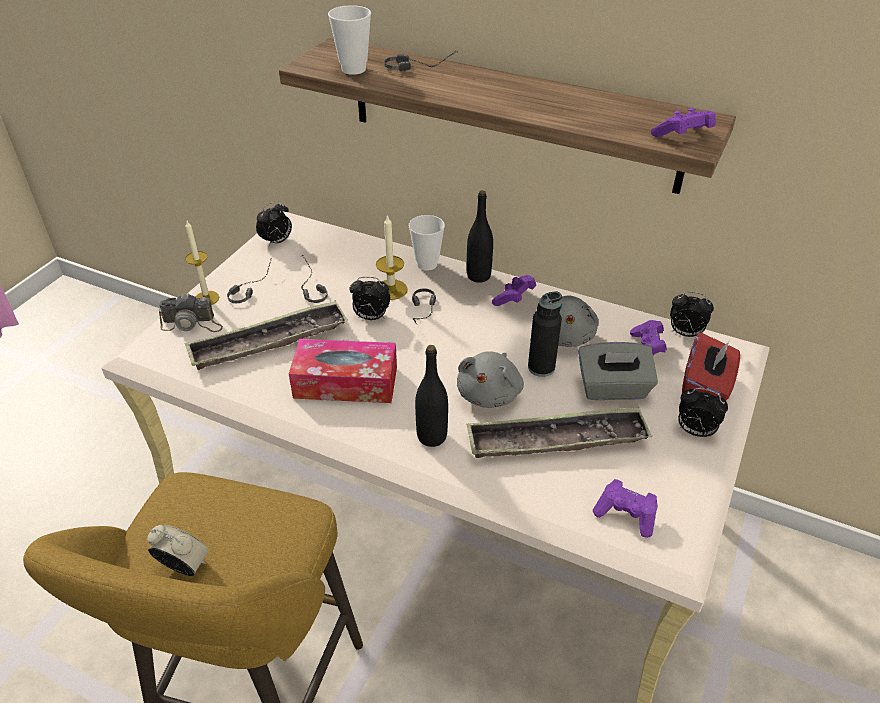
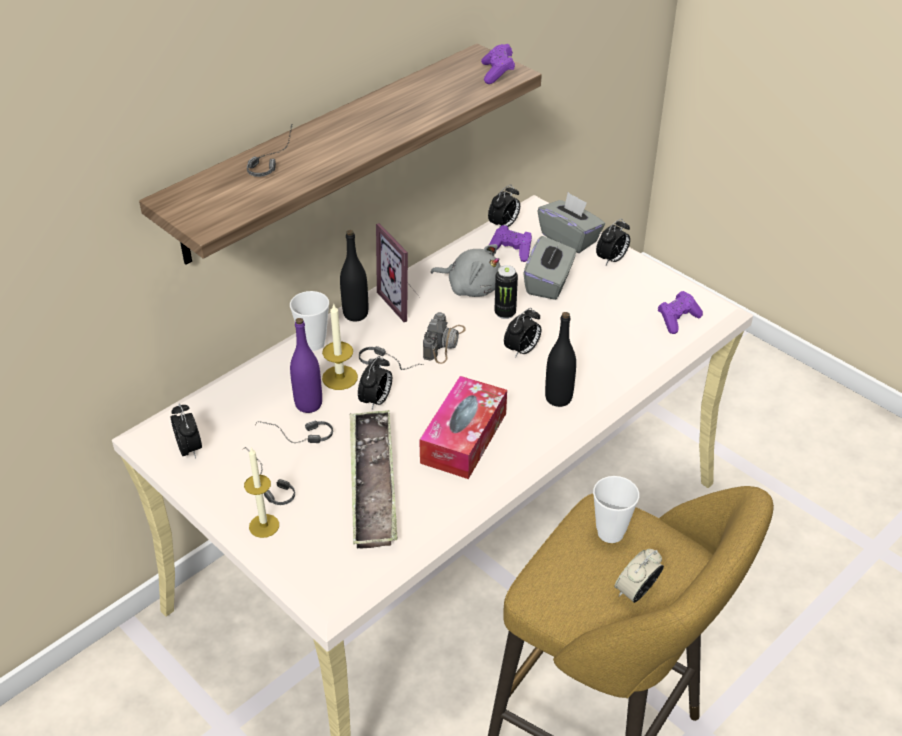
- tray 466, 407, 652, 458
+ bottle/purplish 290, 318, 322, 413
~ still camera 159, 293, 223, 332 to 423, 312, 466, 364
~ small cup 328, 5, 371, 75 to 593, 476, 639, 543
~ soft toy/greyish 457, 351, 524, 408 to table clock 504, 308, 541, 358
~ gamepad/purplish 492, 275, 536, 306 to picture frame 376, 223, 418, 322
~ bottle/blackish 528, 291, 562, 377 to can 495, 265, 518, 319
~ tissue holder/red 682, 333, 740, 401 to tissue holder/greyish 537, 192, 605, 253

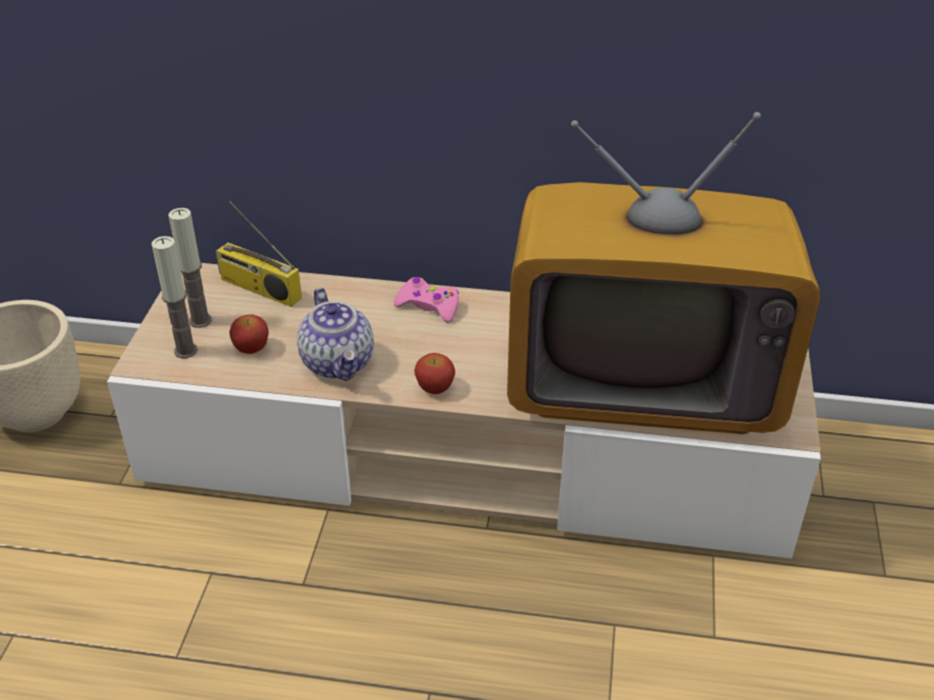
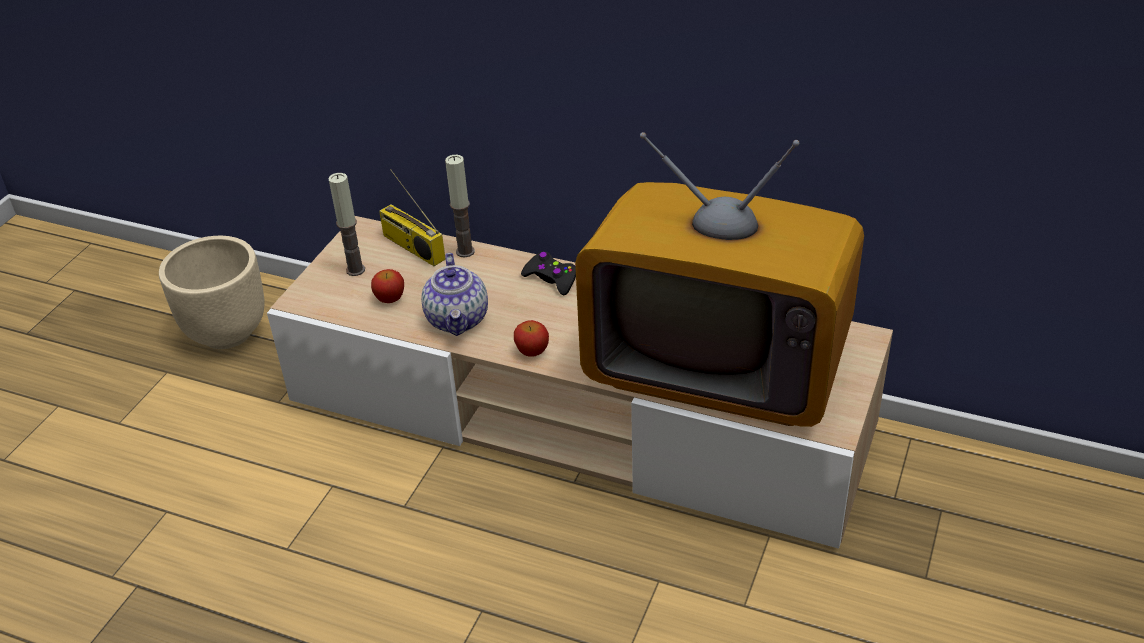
~ wax light 152, 236, 198, 358 to 445, 155, 475, 257
~ gamepad/pink-coloured 394, 277, 459, 323 to gamepad/blackish 521, 251, 576, 295

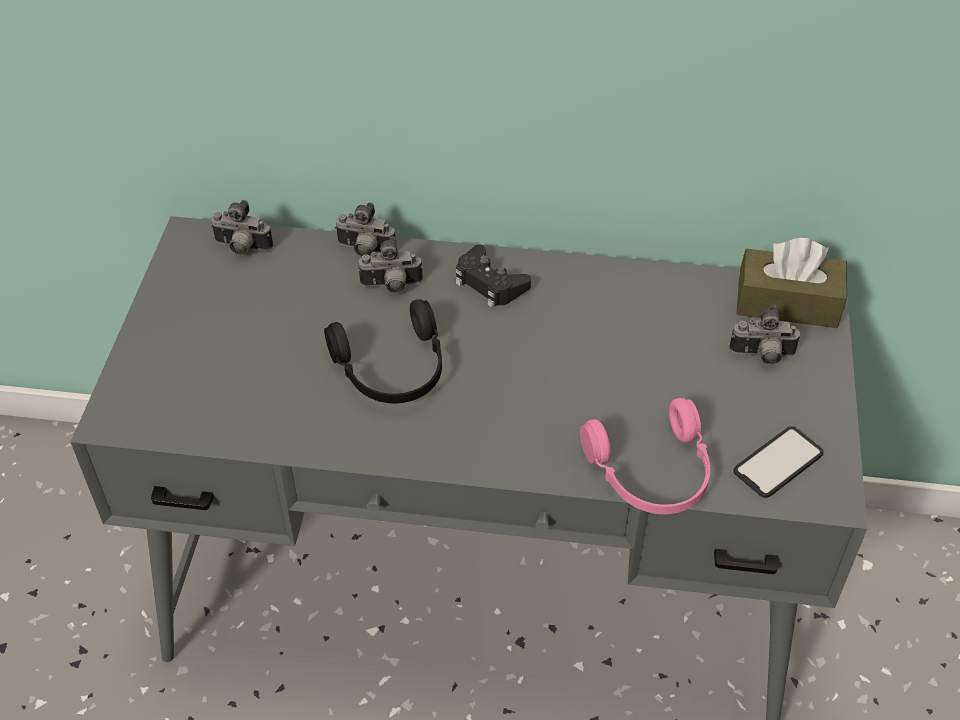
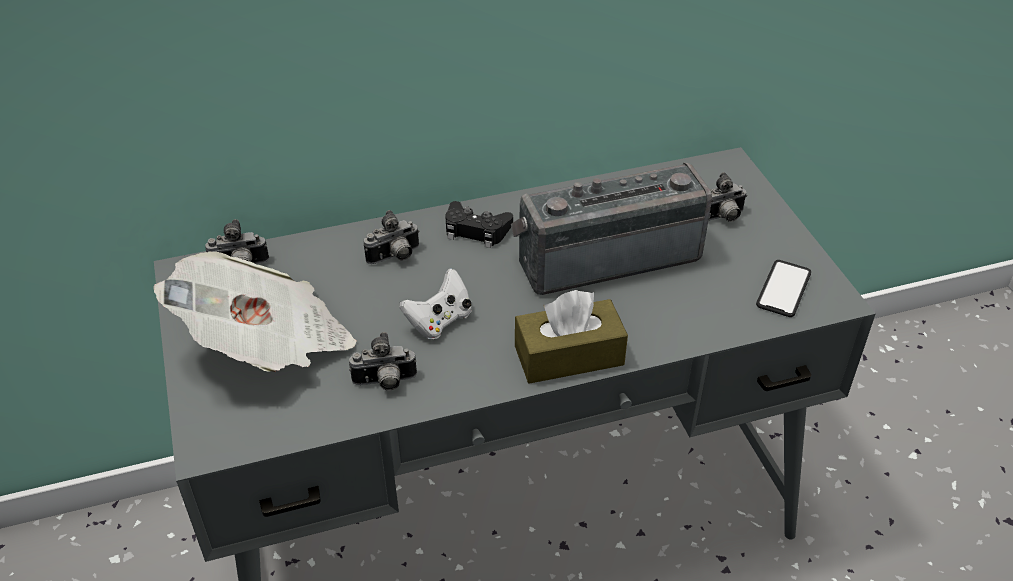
- pair of headphones/pink-coloured 580, 398, 710, 514
+ printed paper 154, 251, 357, 372
+ radio receiver 511, 163, 712, 295
~ still camera 334, 202, 395, 257 to 349, 332, 417, 390
~ tissue holder/brownish 737, 238, 847, 328 to 515, 290, 628, 384
~ pair of headphones/blackish 324, 299, 442, 404 to gamepad/white-coloured 399, 268, 472, 340

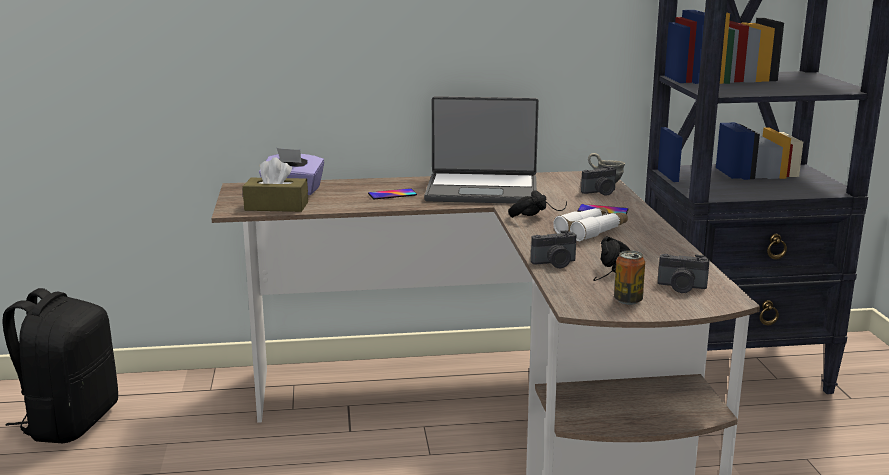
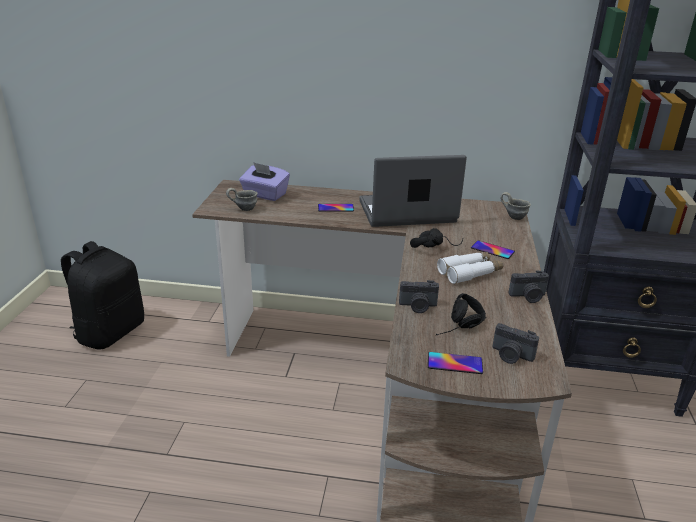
~ still camera 581, 166, 616, 196 to 509, 271, 549, 303
~ tissue holder/brownish 243, 157, 308, 212 to coffee mug/greyish 226, 188, 258, 211
~ can 614, 250, 645, 305 to phone 428, 352, 483, 374
~ laptop 424, 96, 539, 204 = 359, 155, 467, 227 150 degrees clockwise

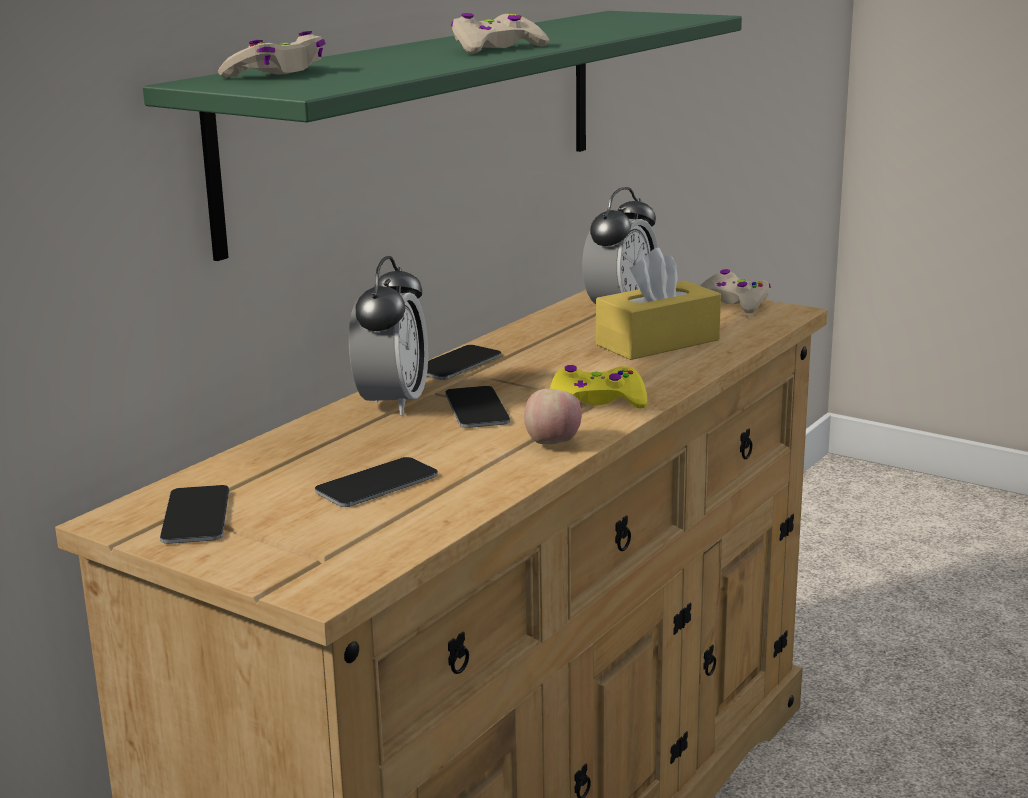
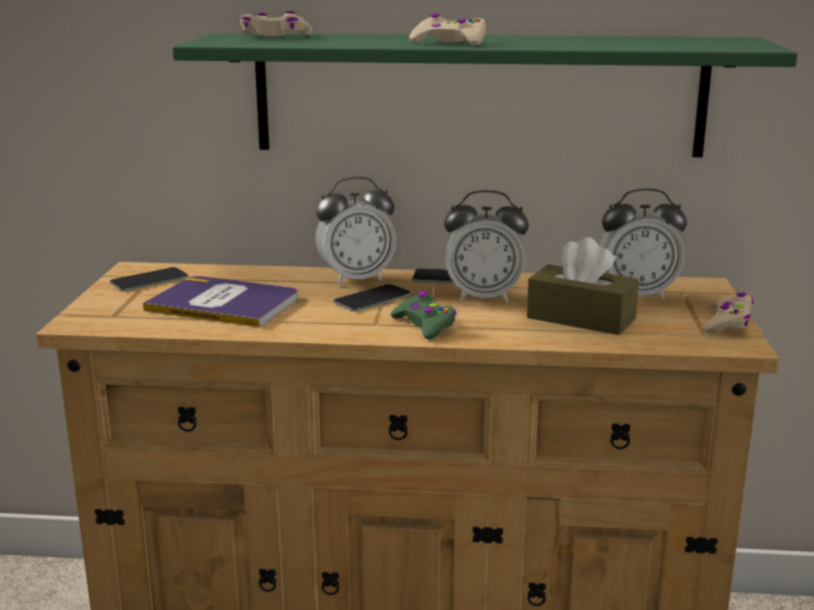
- whole apple 524, 389, 582, 444
+ table clock 444, 190, 529, 303
~ phone 315, 457, 438, 507 to volume 143, 276, 298, 327
~ gamepad/yellowish 550, 365, 647, 408 to gamepad/greenish 391, 291, 457, 339
~ tissue holder/yellowish 596, 248, 721, 360 to tissue holder/brownish 527, 237, 639, 335

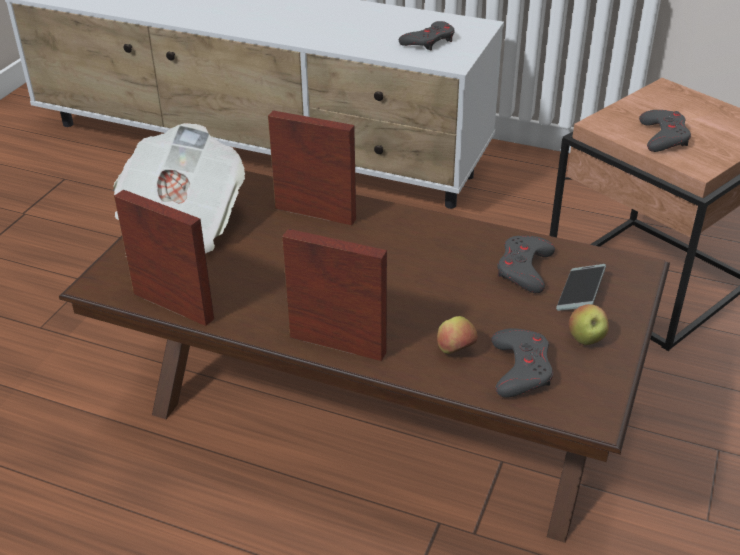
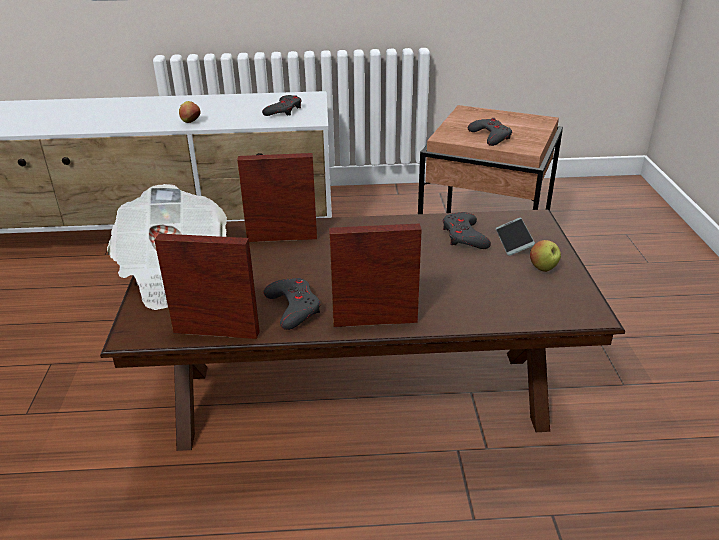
~ whole apple 437, 316, 477, 354 to 179, 101, 201, 123
~ gamepad/greyish 491, 328, 553, 398 to 264, 278, 320, 330

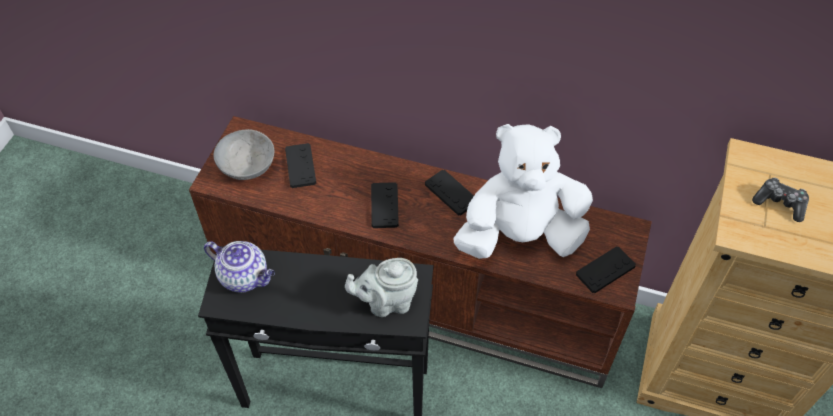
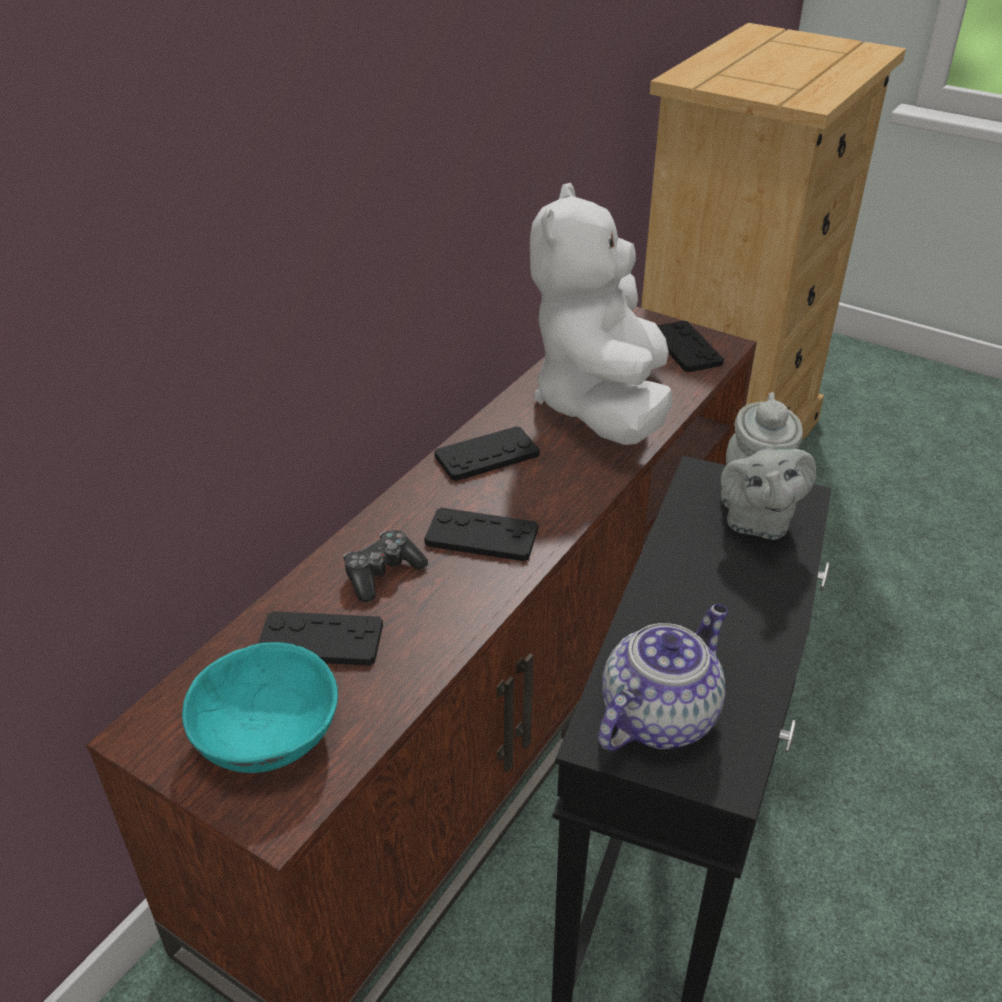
~ gamepad 752, 177, 809, 222 to 343, 530, 428, 602
~ serving bowl/greyish 214, 129, 274, 180 to serving bowl/turquoise 182, 642, 338, 773

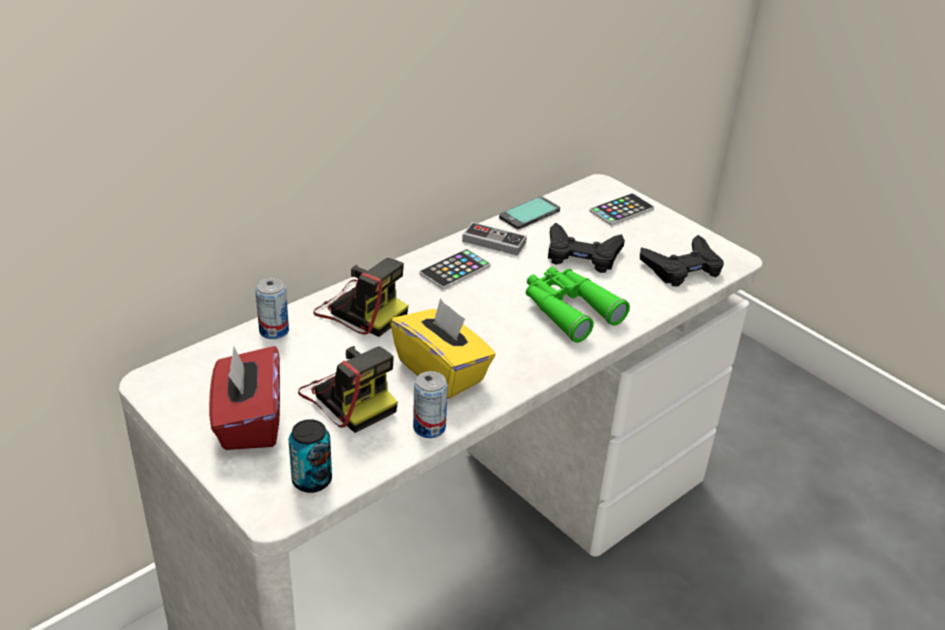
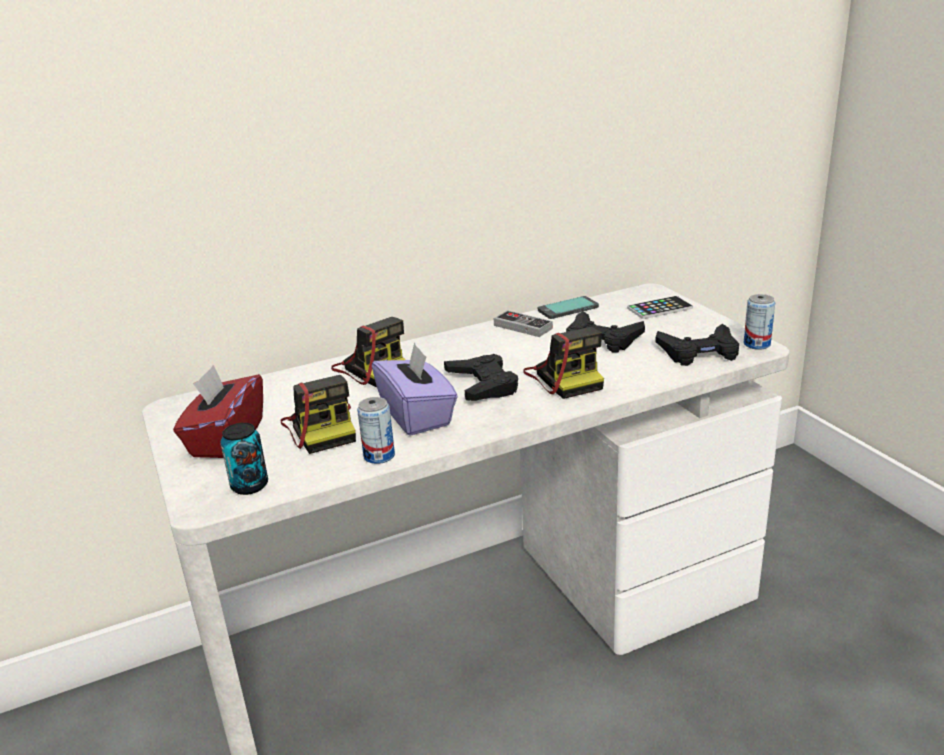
- phone 419, 249, 491, 290
+ gamepad/blackish 444, 354, 518, 401
~ can 255, 278, 289, 339 to 744, 294, 775, 350
~ pair of binoculars/greenish 526, 267, 630, 343 to still camera 523, 327, 604, 399
~ tissue holder/yellowish 390, 298, 496, 399 to tissue holder/purplish 372, 342, 458, 436

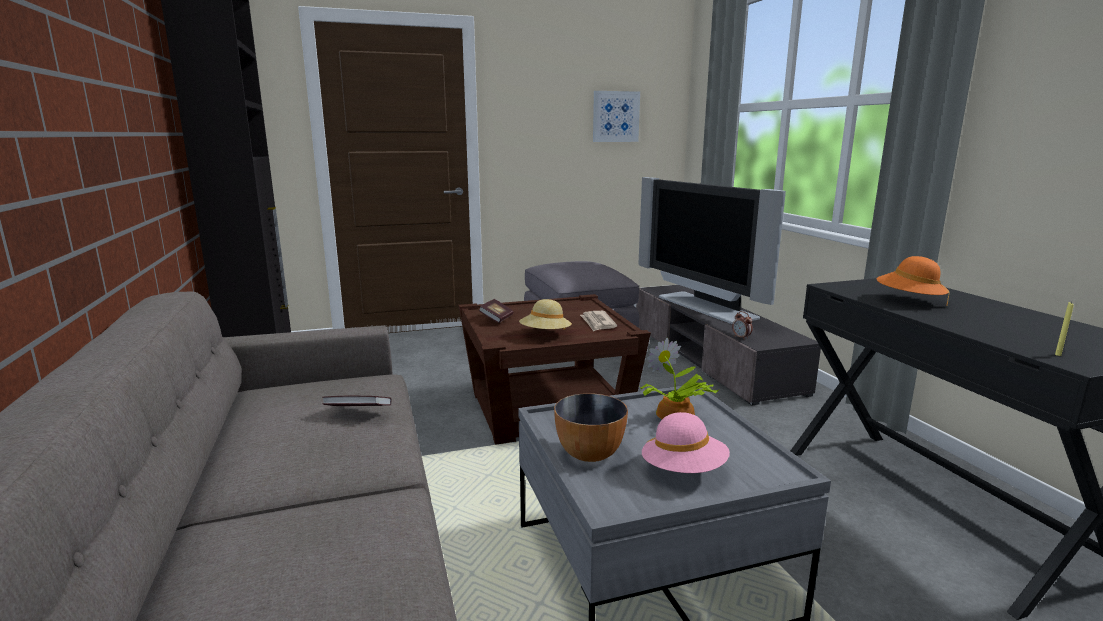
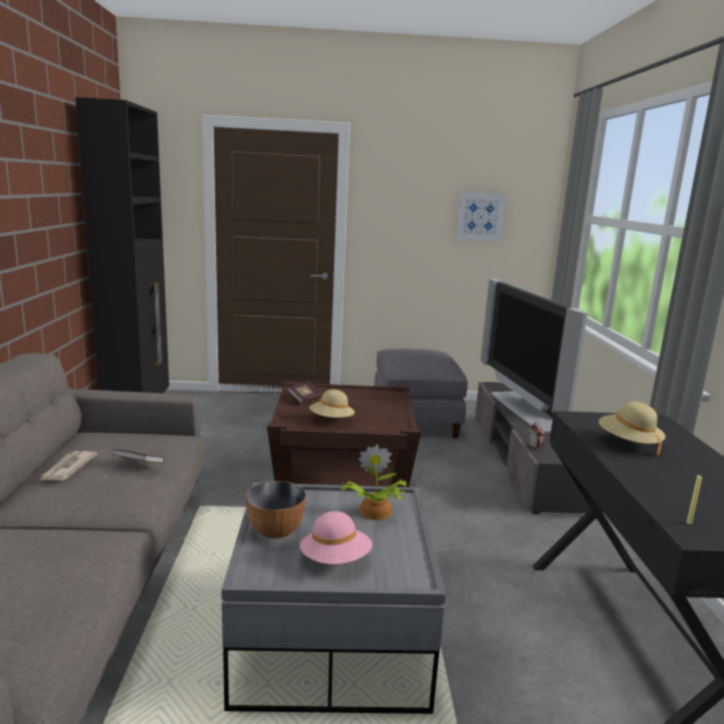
~ printed paper 580, 311, 617, 332 to 39, 451, 97, 481
~ wearable hat/orange 877, 256, 950, 306 to wearable hat/beige 599, 401, 665, 455

